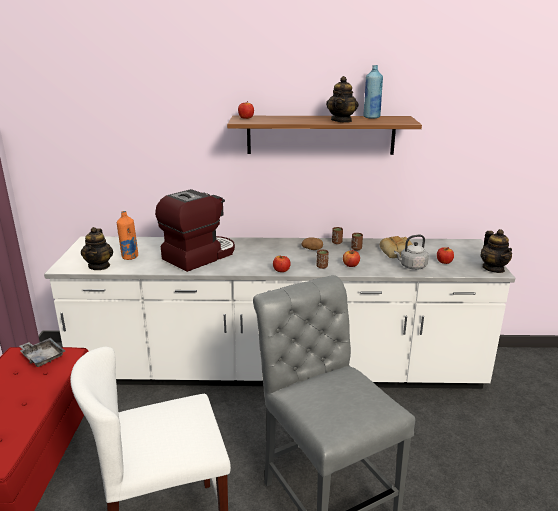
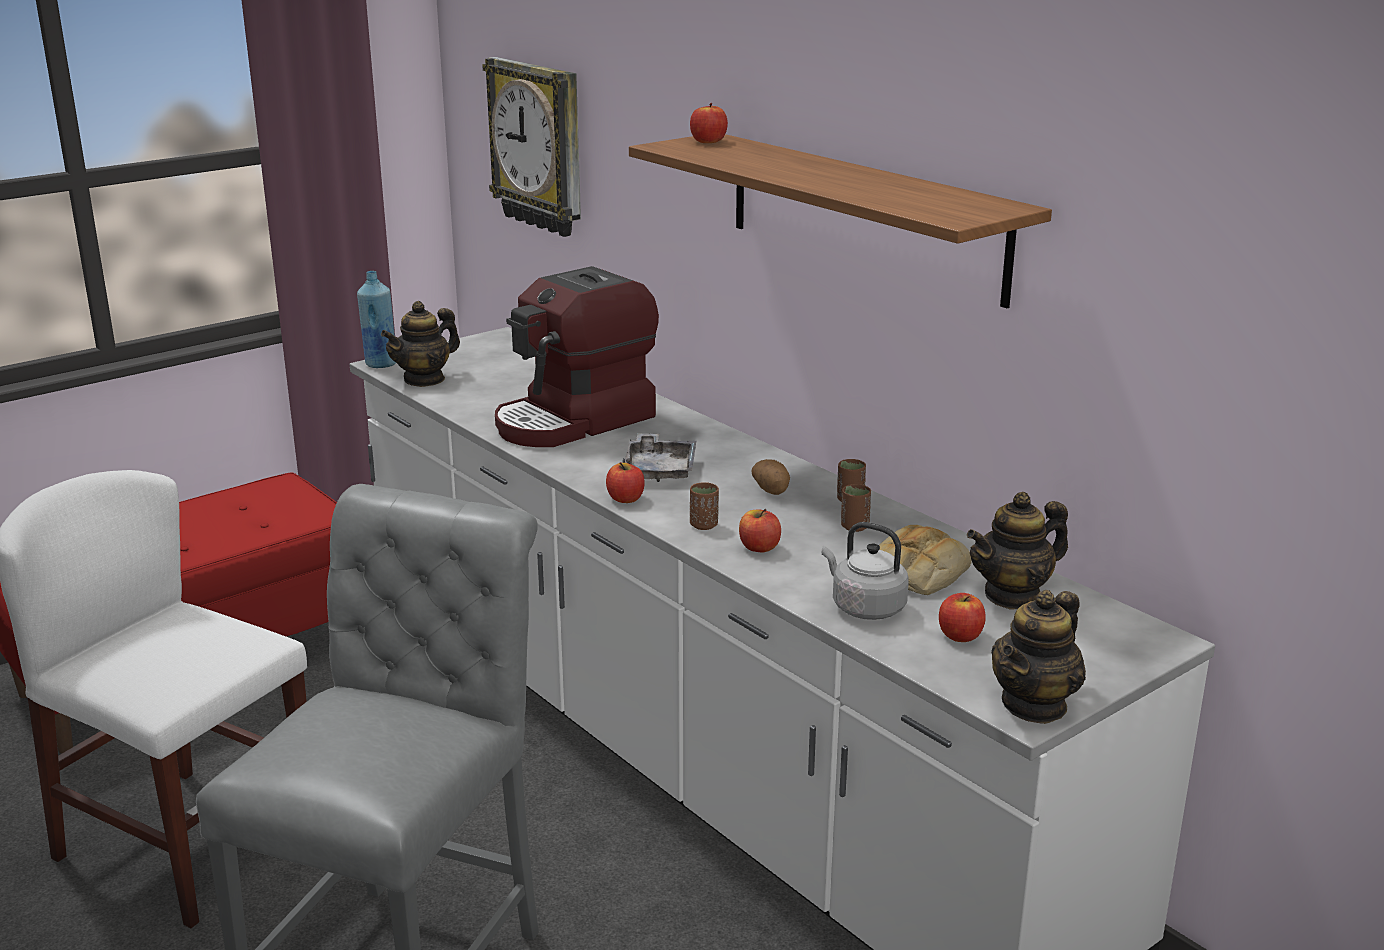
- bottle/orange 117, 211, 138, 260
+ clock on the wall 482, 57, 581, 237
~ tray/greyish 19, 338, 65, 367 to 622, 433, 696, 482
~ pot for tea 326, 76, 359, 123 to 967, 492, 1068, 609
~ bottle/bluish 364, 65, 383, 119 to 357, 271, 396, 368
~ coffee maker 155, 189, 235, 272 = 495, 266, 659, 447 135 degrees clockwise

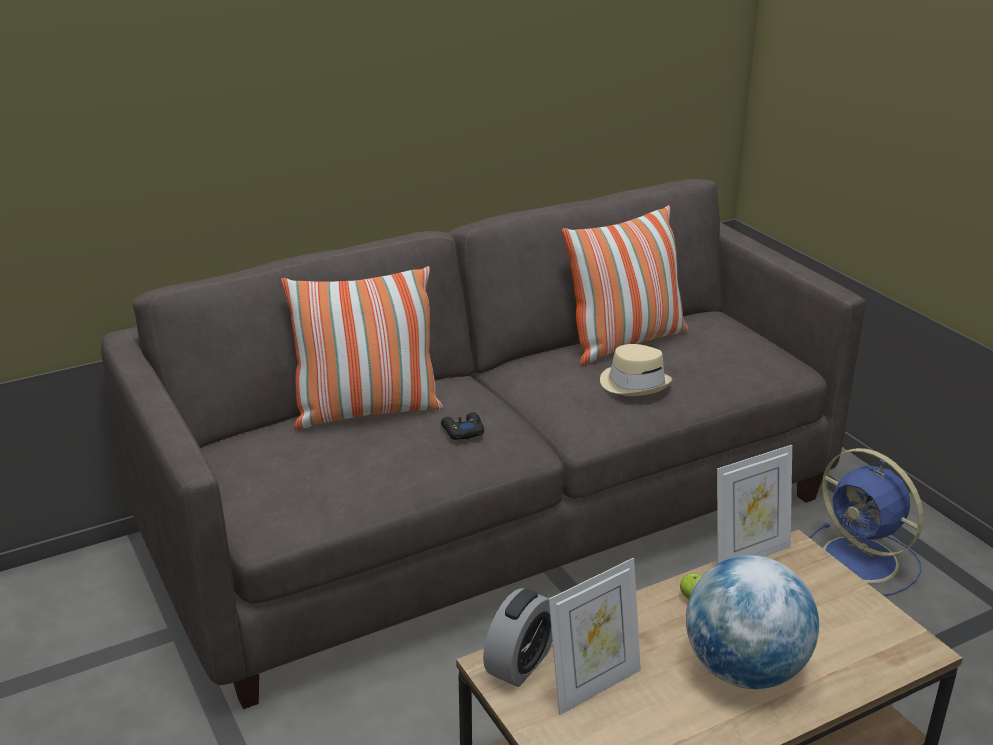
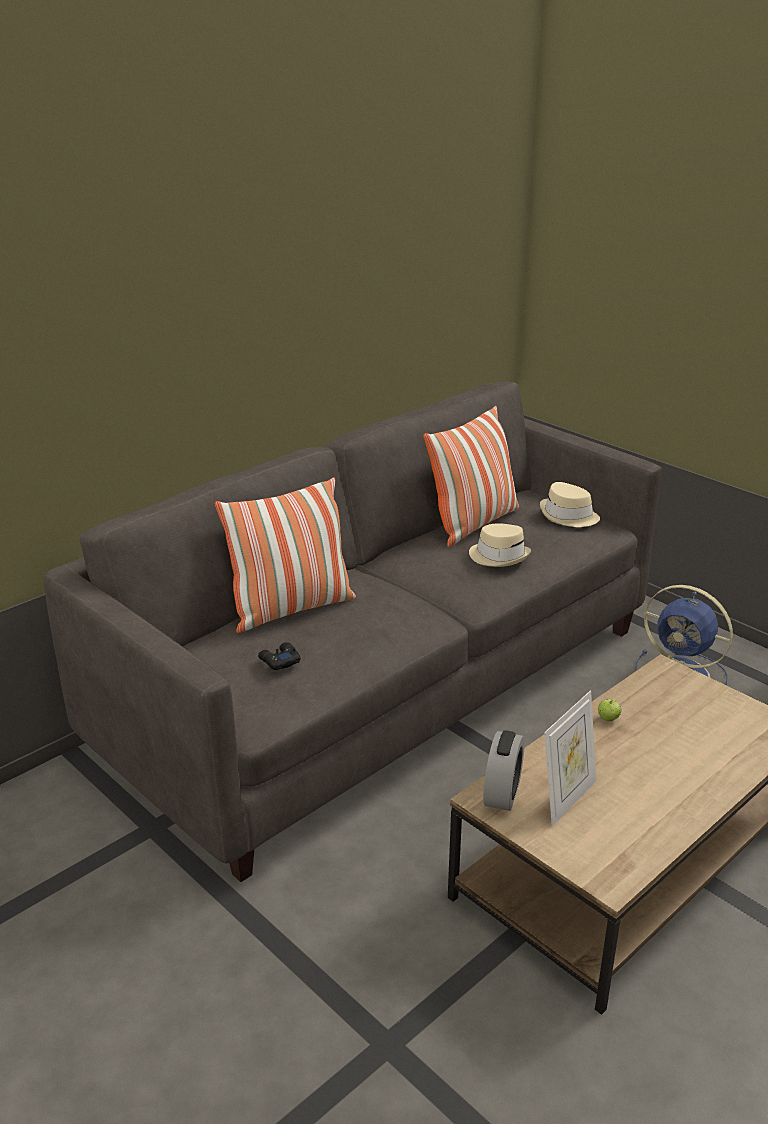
- desk globe 686, 555, 819, 689
- picture frame 717, 445, 792, 563
+ wearable hat/beige 540, 482, 600, 527
~ gamepad/blackish 441, 412, 484, 440 to 258, 642, 301, 670

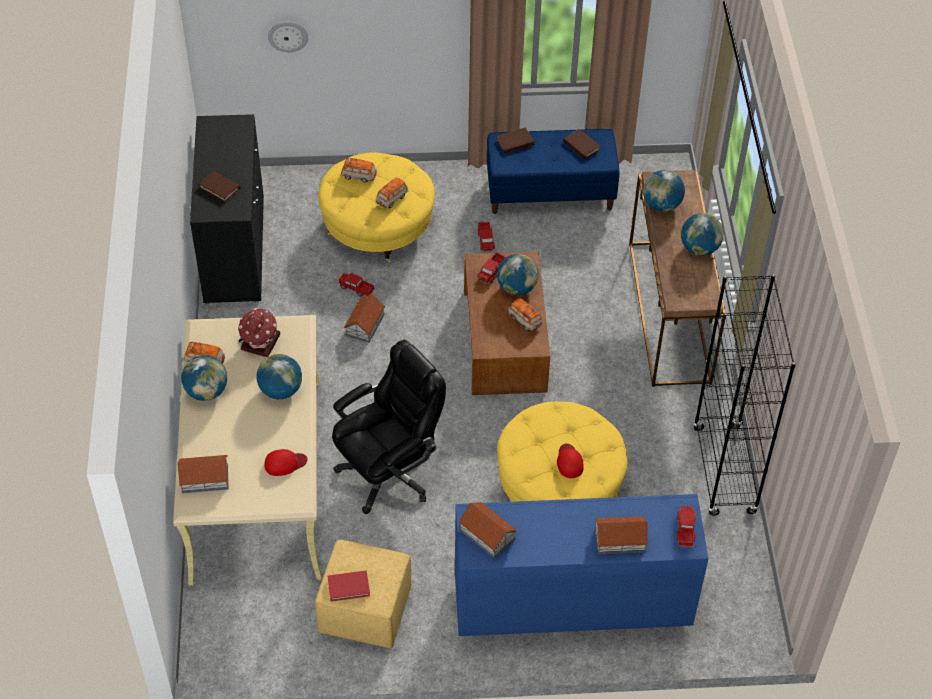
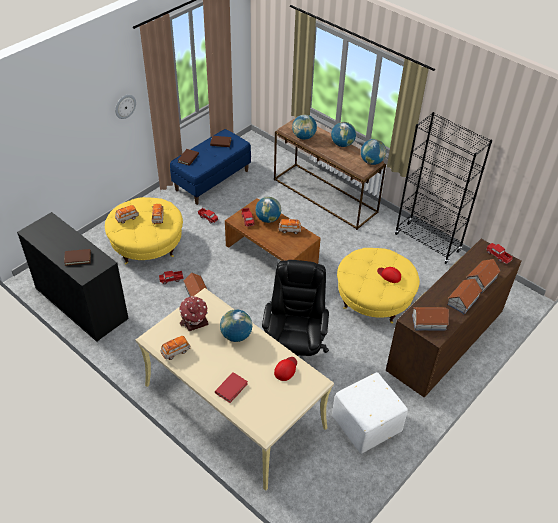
~ miniature house 177, 455, 229, 493 to 447, 278, 482, 315
~ desk globe 181, 355, 227, 401 to 361, 139, 386, 165
~ clock on the wall 268, 22, 308, 52 to 115, 95, 136, 119
~ volume/red 327, 571, 370, 601 to 215, 372, 248, 403
~ ottoman/yellowish 315, 540, 411, 649 to ottoman/white-coloured 332, 372, 408, 454
~ dresser/bluish 455, 494, 709, 636 to dresser/brownish 386, 239, 521, 398

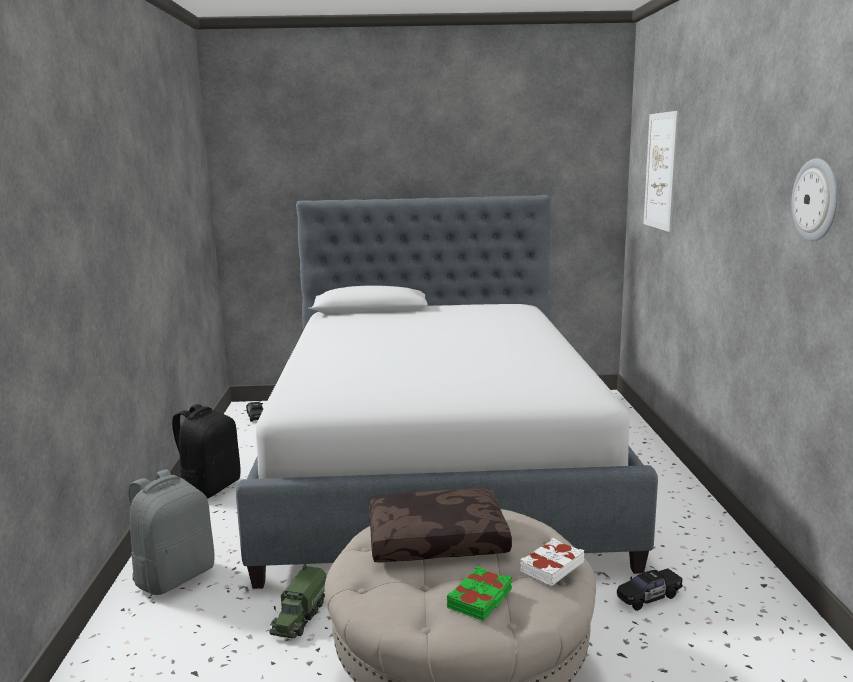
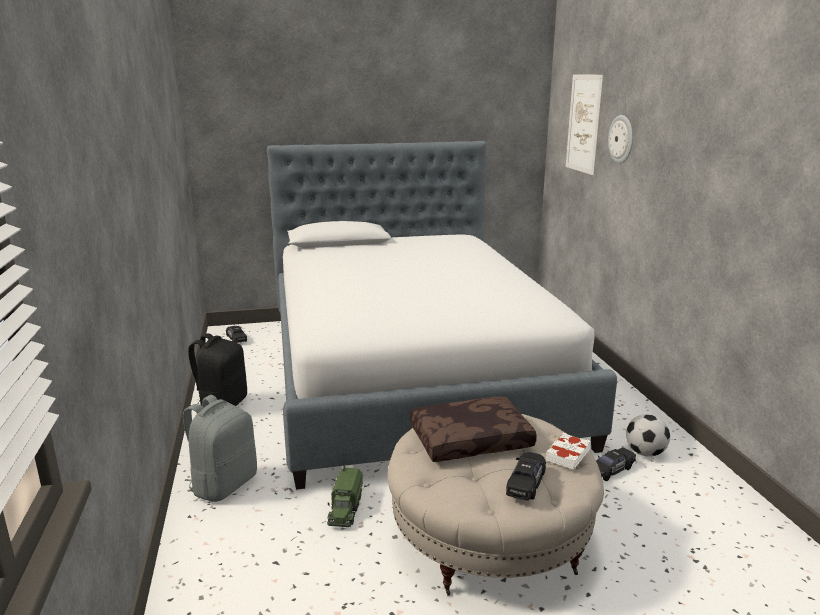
+ football 626, 414, 670, 457
~ clock on the wall 792, 158, 838, 241 to 608, 115, 633, 164
~ volume/greenish 447, 566, 512, 621 to model car/blackish 506, 452, 546, 501

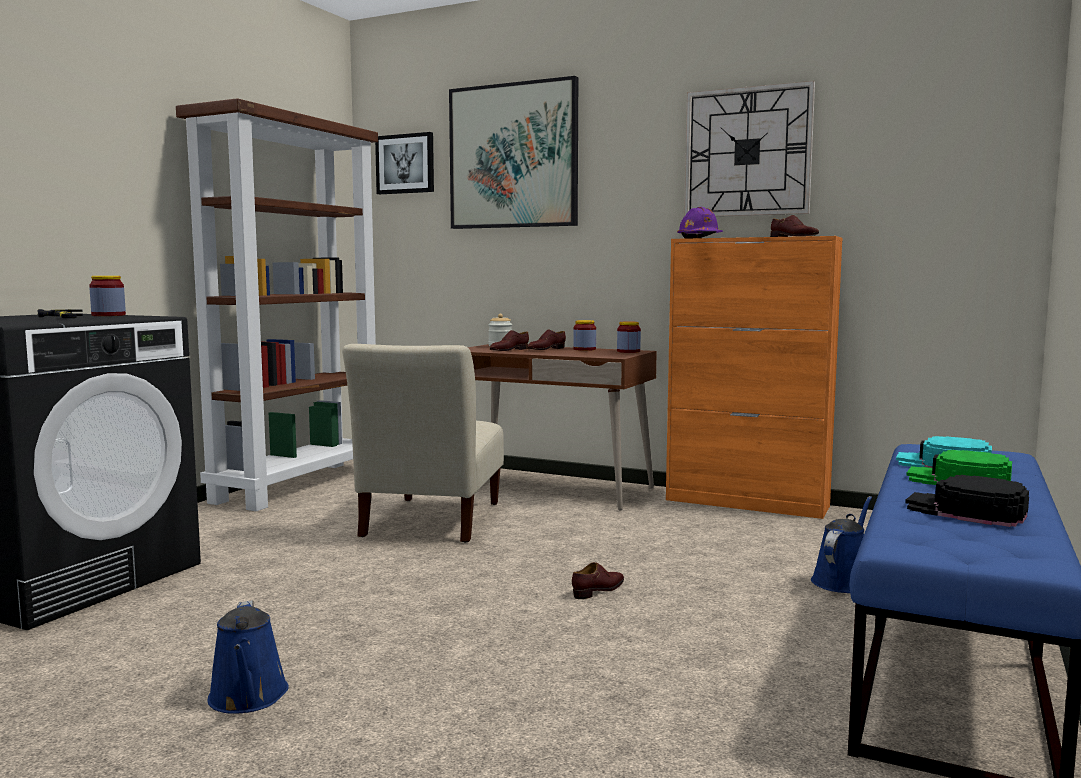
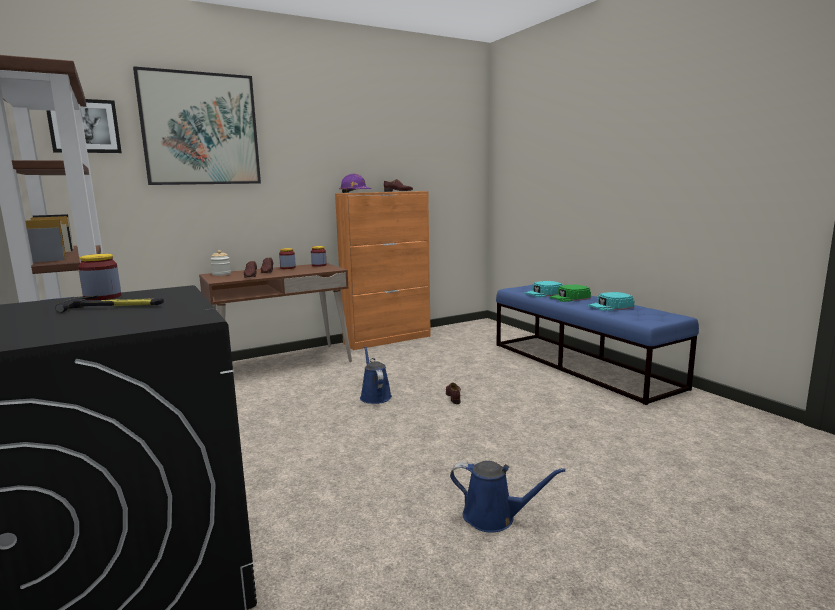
- upright chair/beige 342, 344, 504, 543
- clock on the wall 684, 81, 815, 217
~ watering can/bluish 811, 496, 872, 593 to 360, 346, 392, 404
~ peaked cap/blackish 905, 475, 1029, 527 to peaked cap/turquoise 588, 292, 635, 311

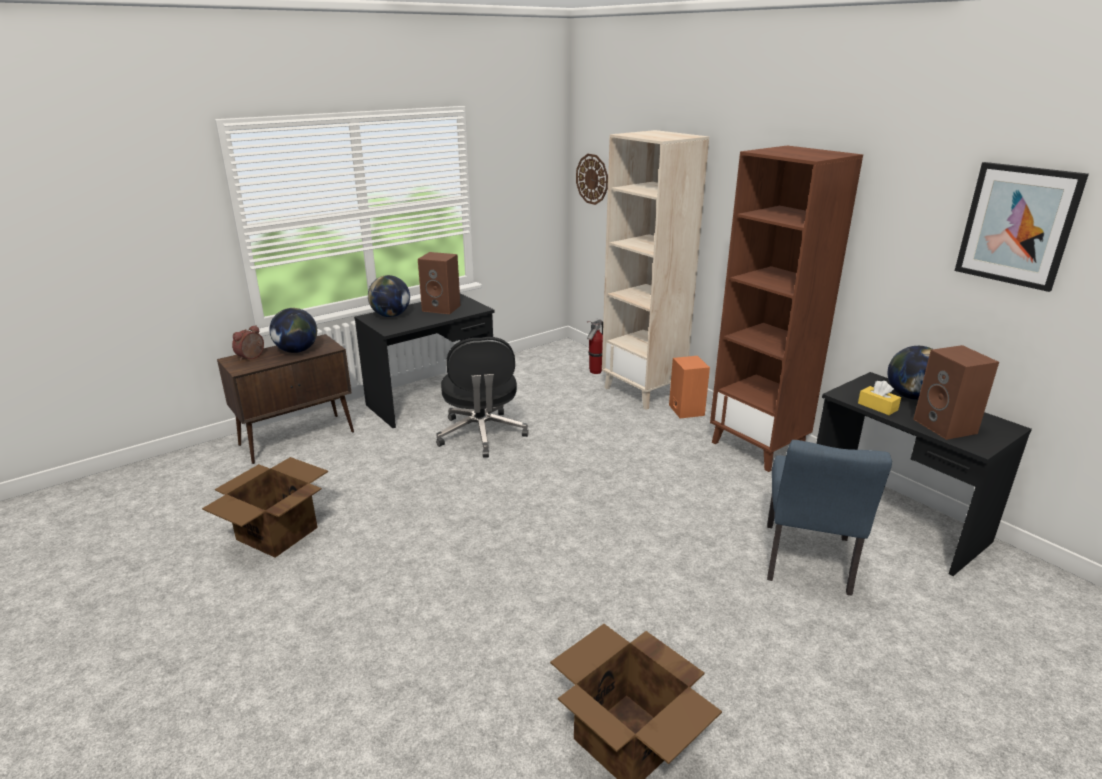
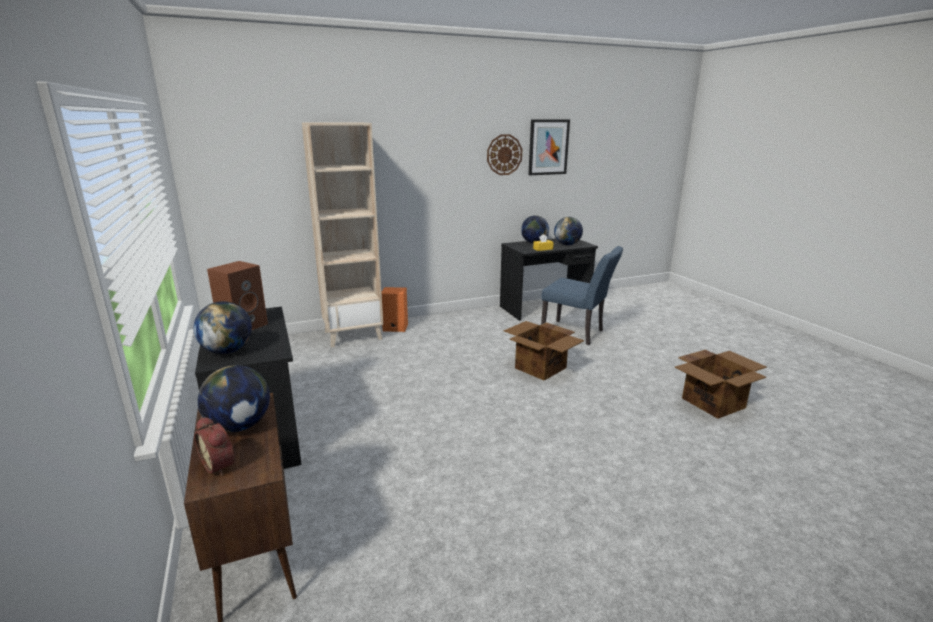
- office chair/blackish 436, 337, 529, 458
- fire extinguisher 587, 319, 603, 374
- bookcase/brownish 710, 146, 863, 472
~ packing box 202, 457, 328, 558 to 504, 321, 584, 381
~ clock on the wall 576, 154, 608, 205 to 487, 134, 522, 175
~ loudspeaker/brownish 913, 345, 999, 440 to desk globe 554, 217, 583, 245

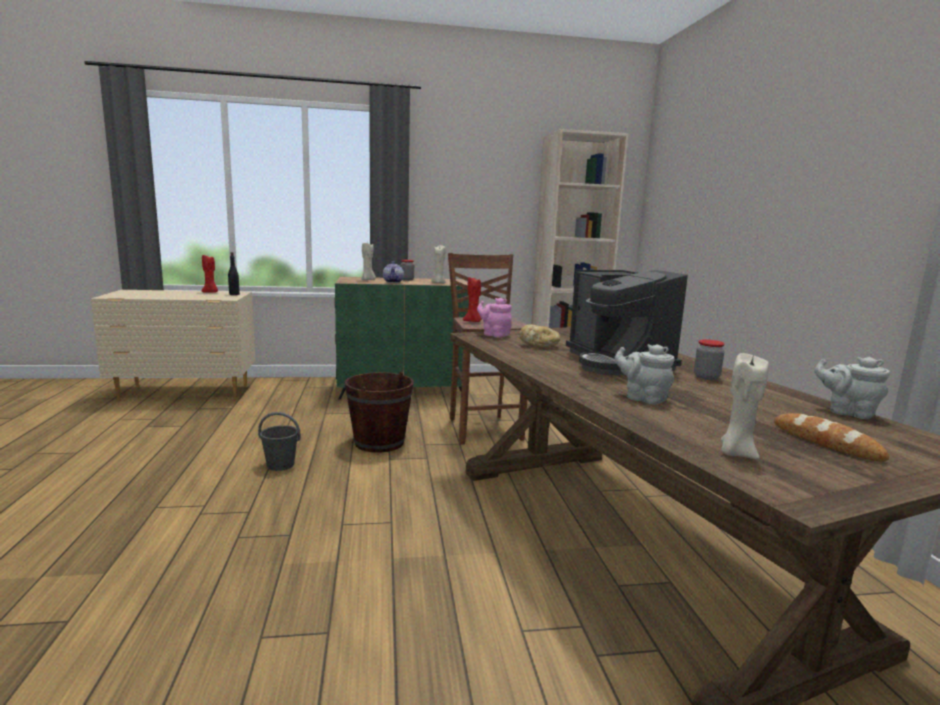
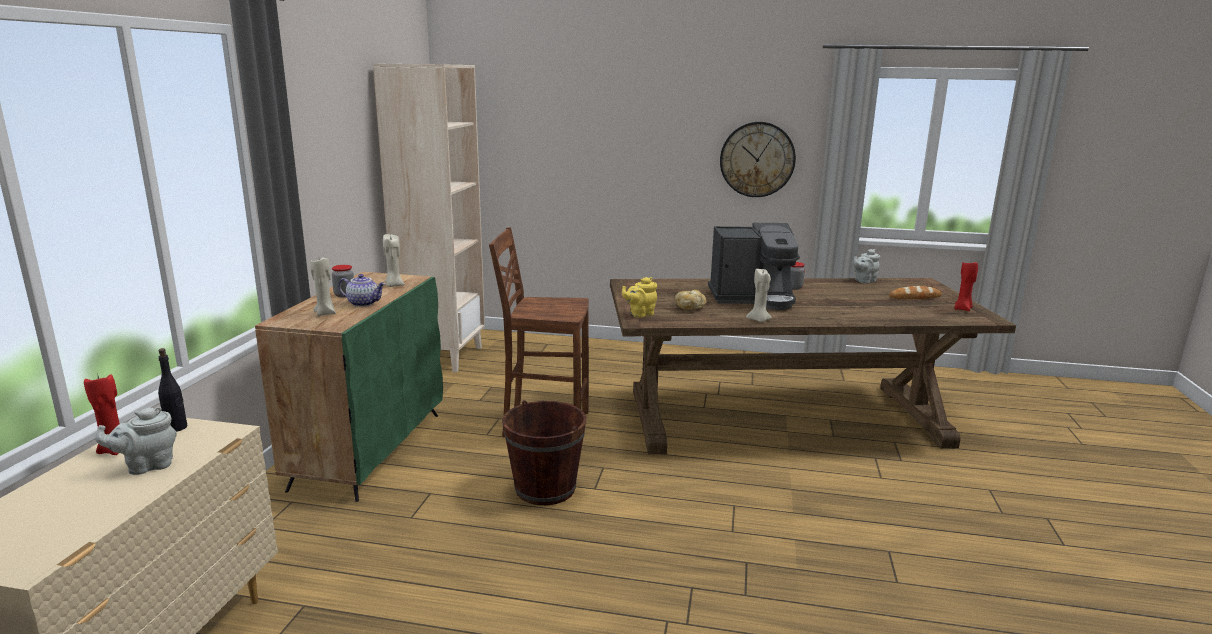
- bucket/greyish 258, 412, 301, 471
+ clock on the wall 720, 122, 796, 197
~ wax light/red 463, 277, 482, 322 to 954, 262, 978, 311
~ pot for tea/greyish 614, 344, 674, 404 to 95, 407, 177, 475
~ wax light/beige 721, 353, 769, 459 to 746, 268, 772, 322
~ pot for tea/pink-coloured 477, 298, 512, 338 to pot for tea/yellowish 622, 277, 657, 318

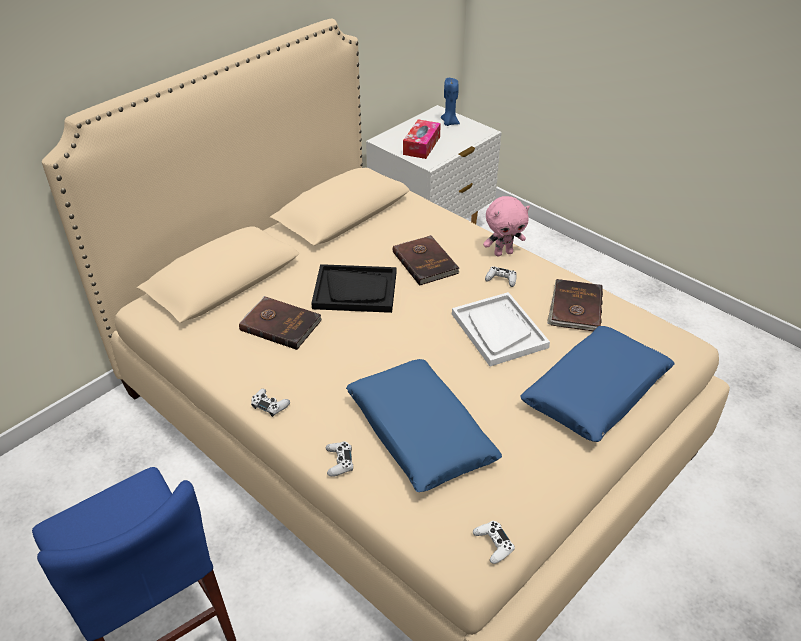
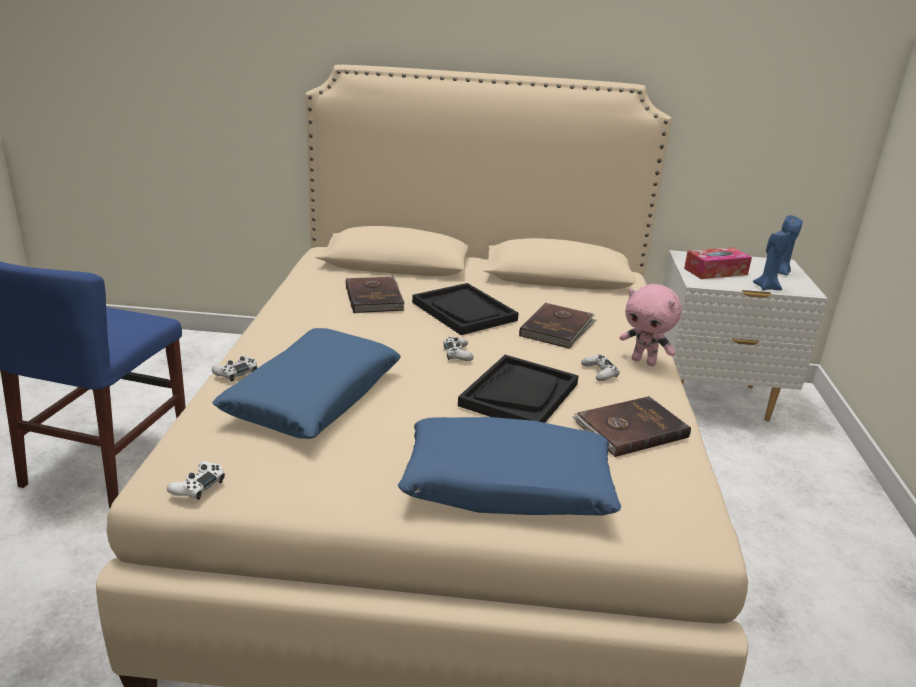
+ wax light/bluish 753, 231, 790, 290
~ gamepad/white-coloured 251, 389, 290, 417 to 443, 337, 474, 361
~ tray/white-coloured 452, 292, 550, 366 to tray/blackish 458, 355, 579, 423

